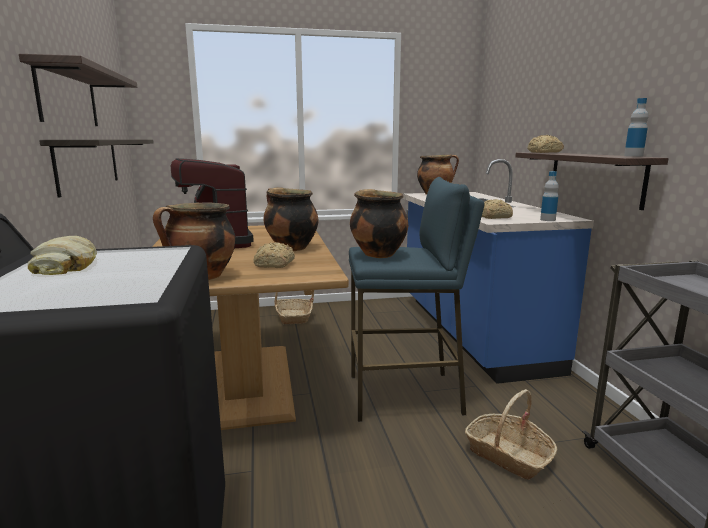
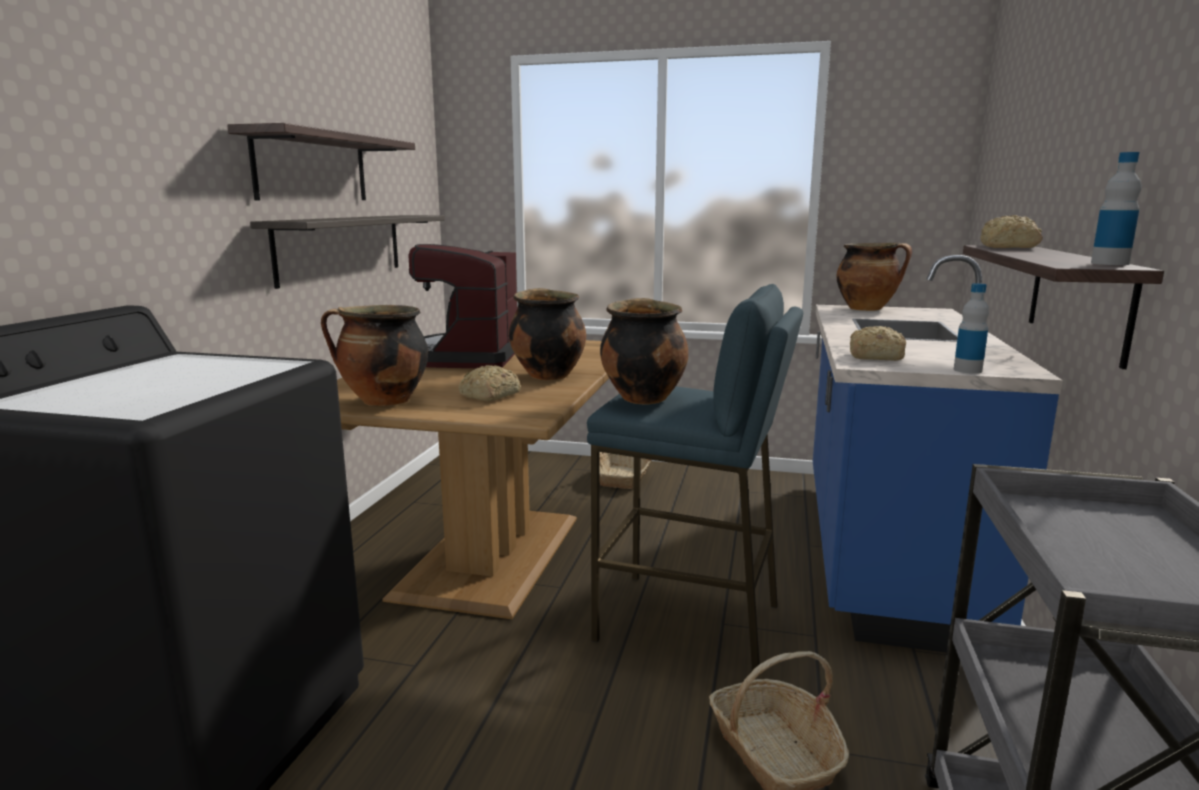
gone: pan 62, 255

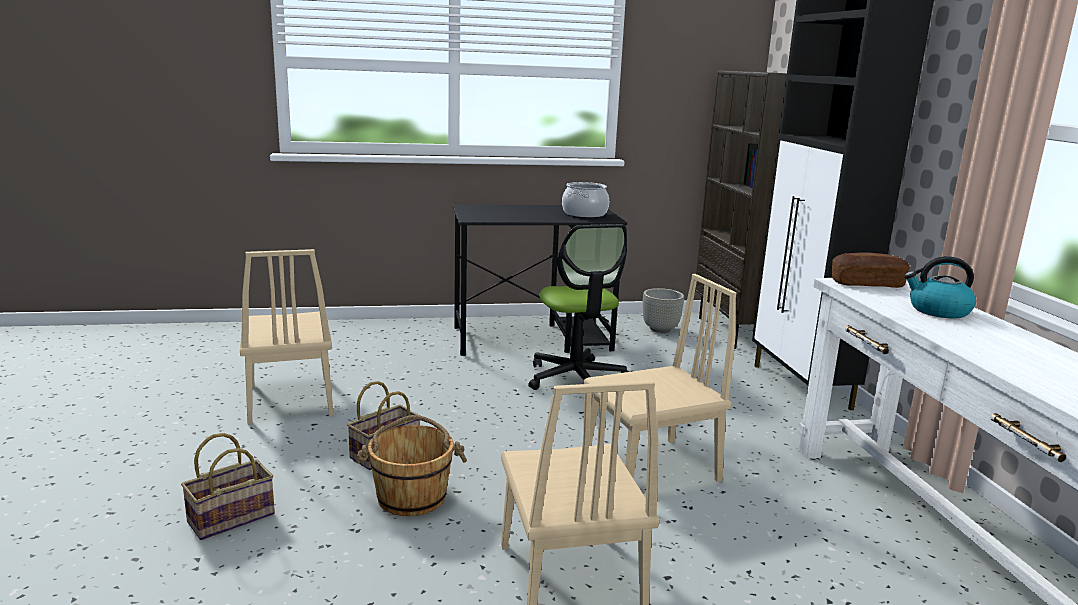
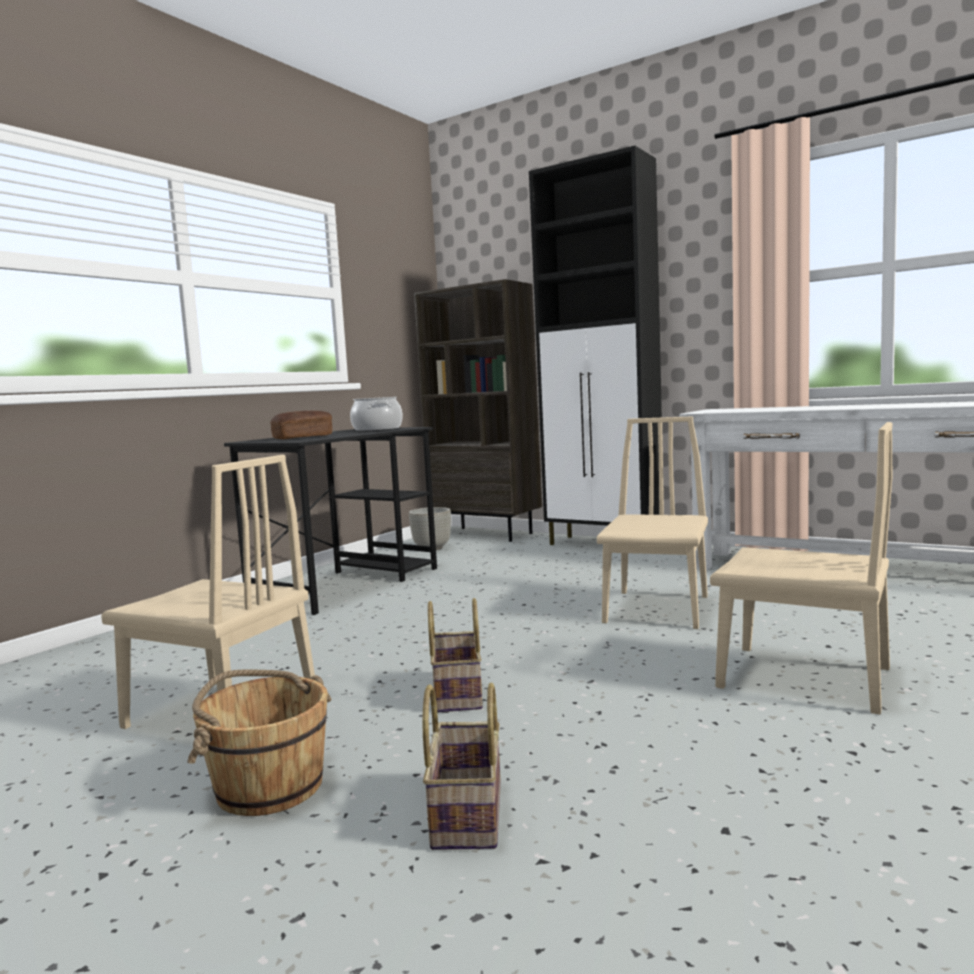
gone: silla de oficina 579, 307; hervidor 940, 287
shifted: pan 871, 270 to 301, 425; cubo [marrón] 411, 465 to 259, 743

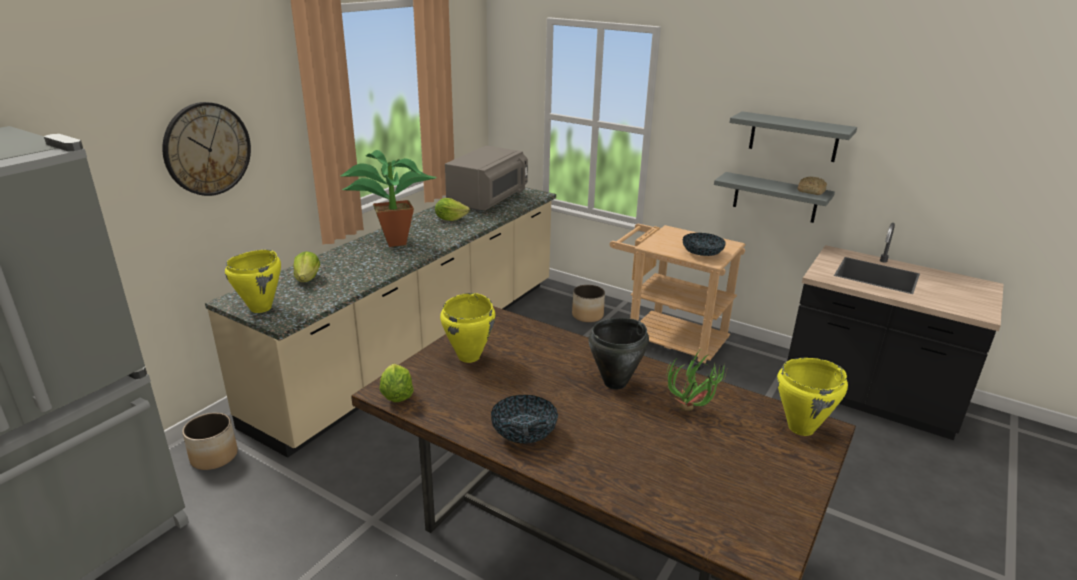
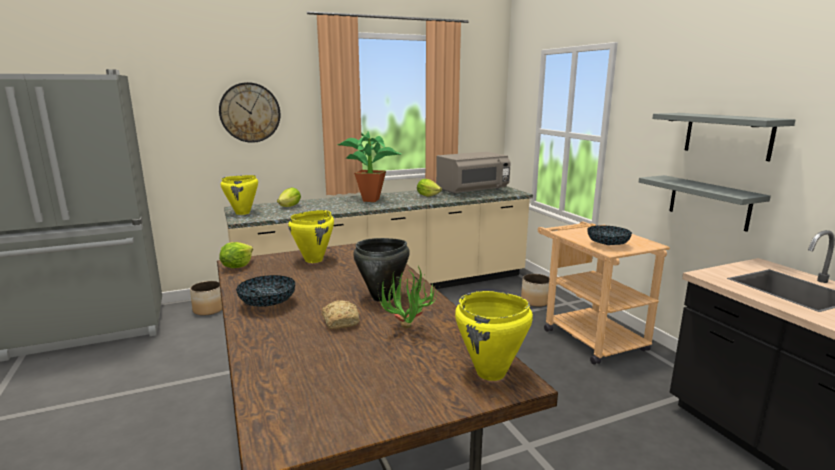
shifted: pan 812, 186 to 341, 314

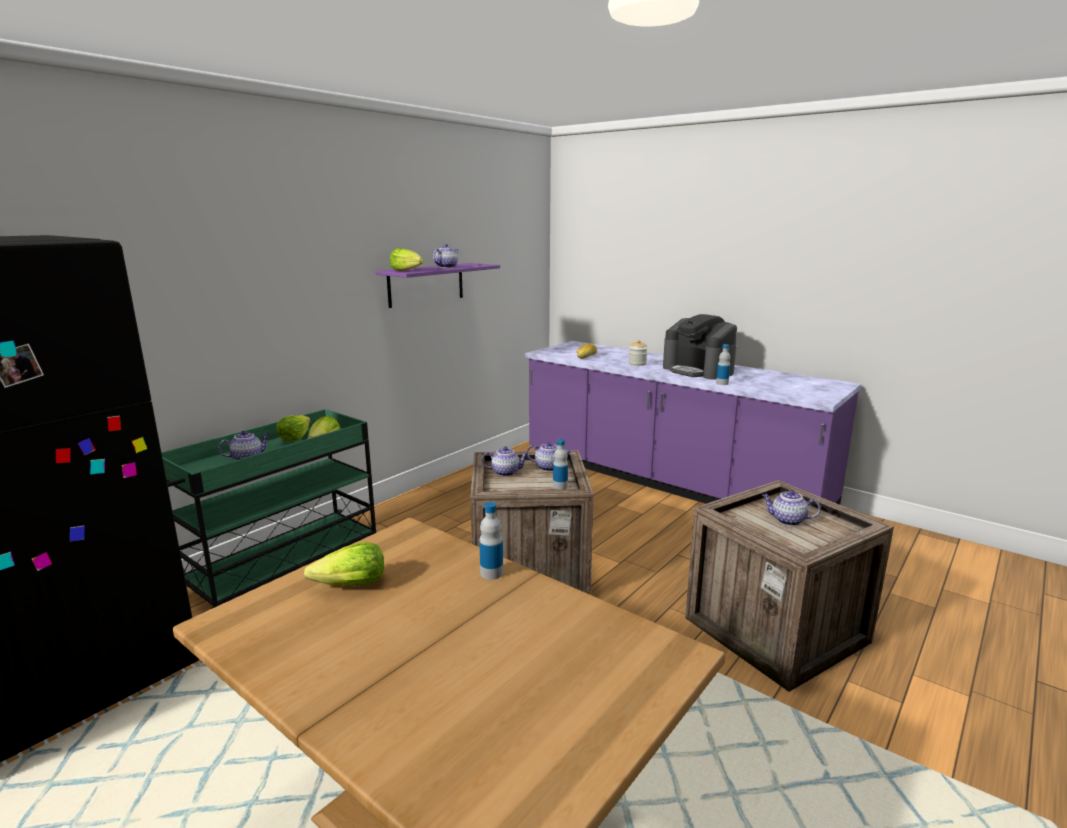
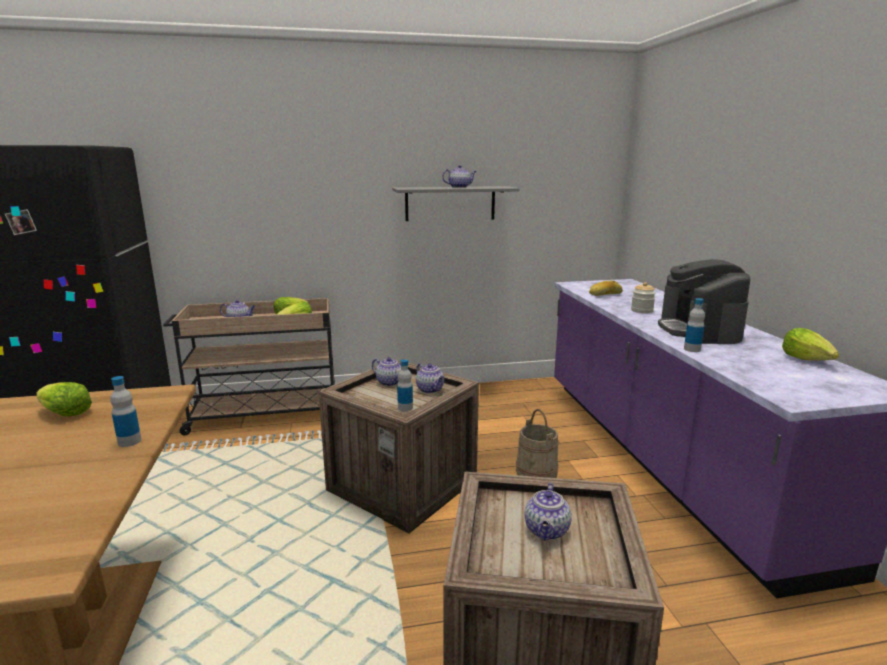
new: cubo [beis] 537, 443
shifted: lechuga 407, 259 to 810, 344
repainted: estante [morado] 437, 285 to estante [gris] 455, 203; carrito [verde] 268, 509 to carrito [beis] 249, 367
rotated: tetera 791, 508 = 548, 511 135 degrees counterclockwise

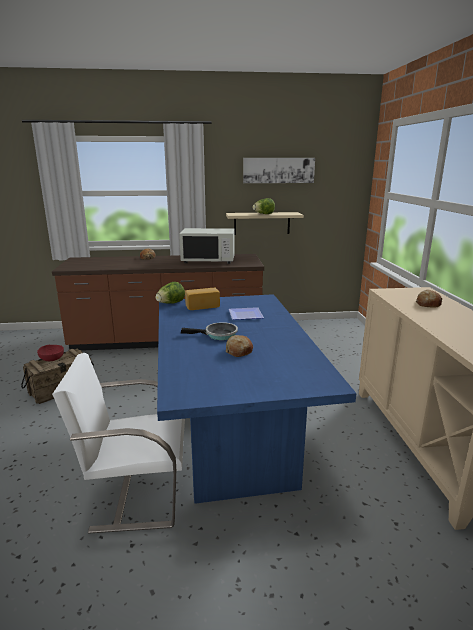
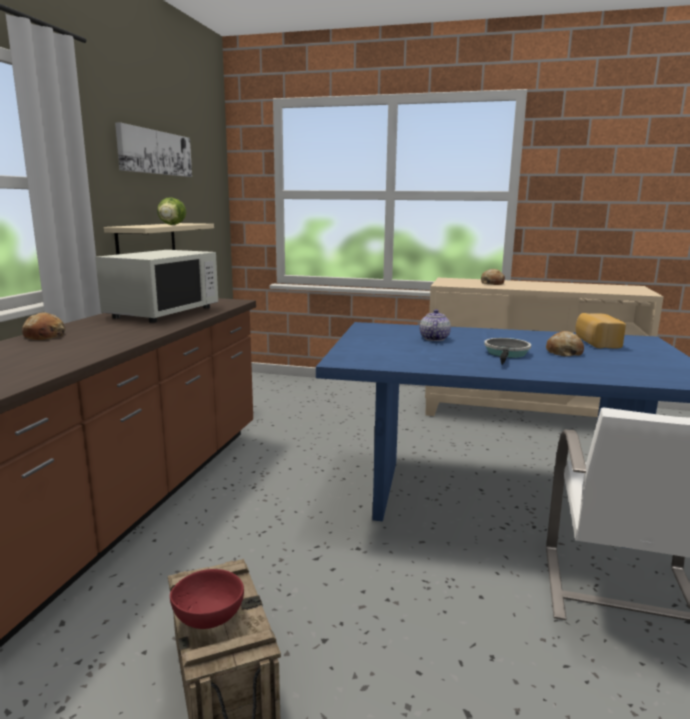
gone: lechuga 170, 293
shifted: pan 202, 299 to 601, 330
swapped: plato 246, 313 to tetera 435, 325

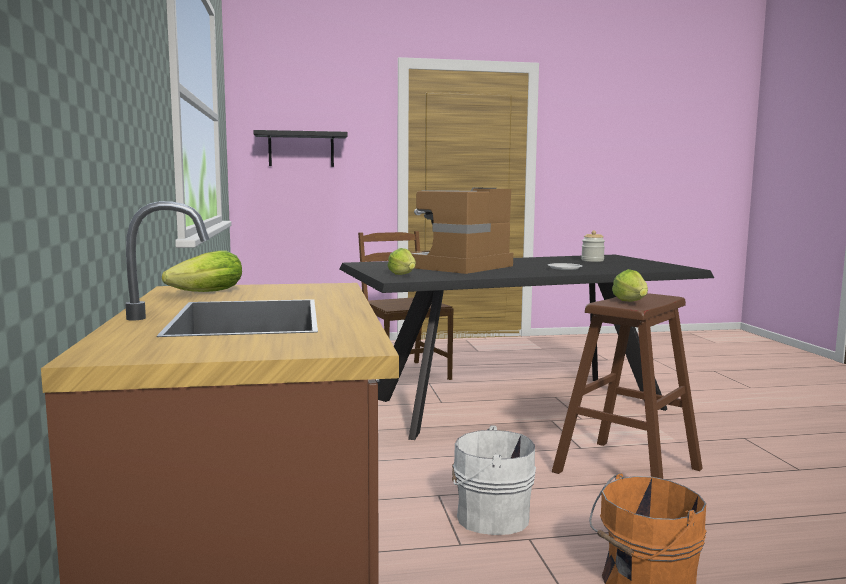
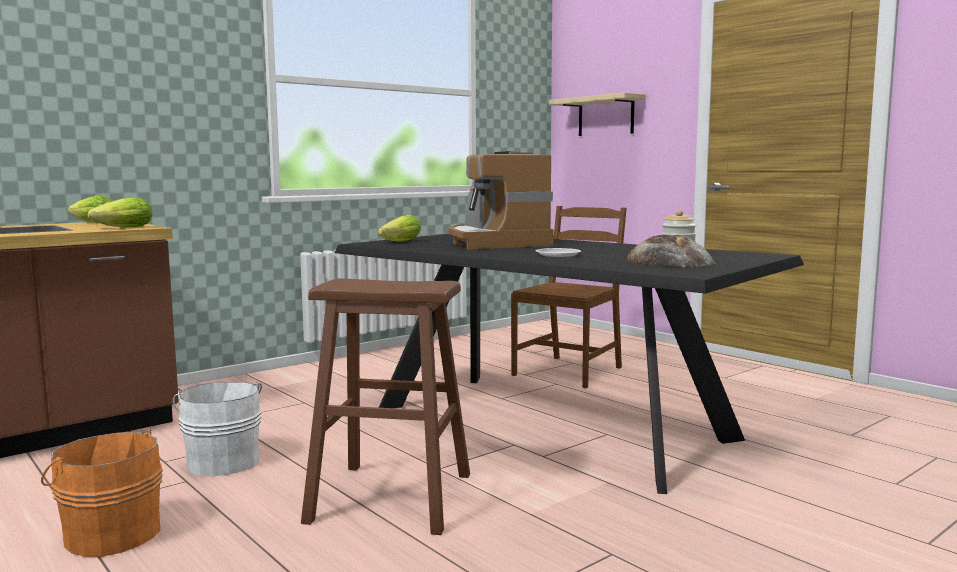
new: pan 671, 251
shifted: lechuga 630, 285 to 119, 212
repainted: estante [negro] 300, 148 to estante [beis] 597, 114
rotated: cafetera 461, 231 = 501, 200 120 degrees counterclockwise

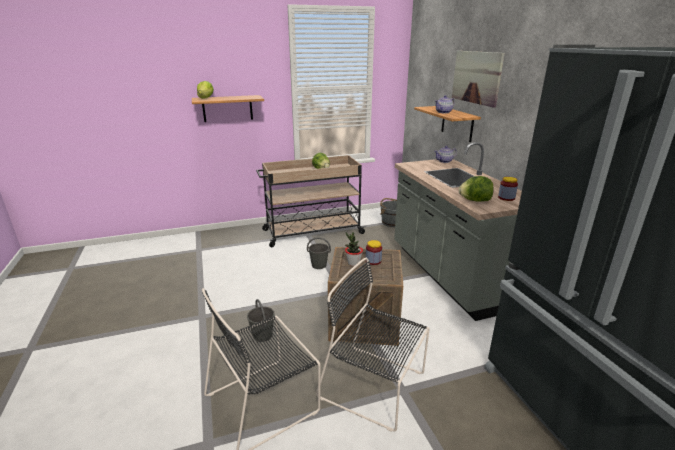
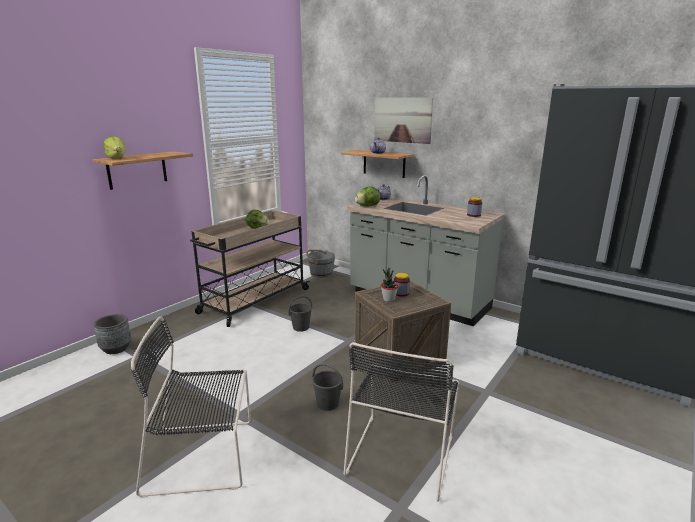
new: maceta [gris] 112, 334
shifted: lechuga 476, 189 to 367, 196; silla [negro] 373, 345 to 191, 407

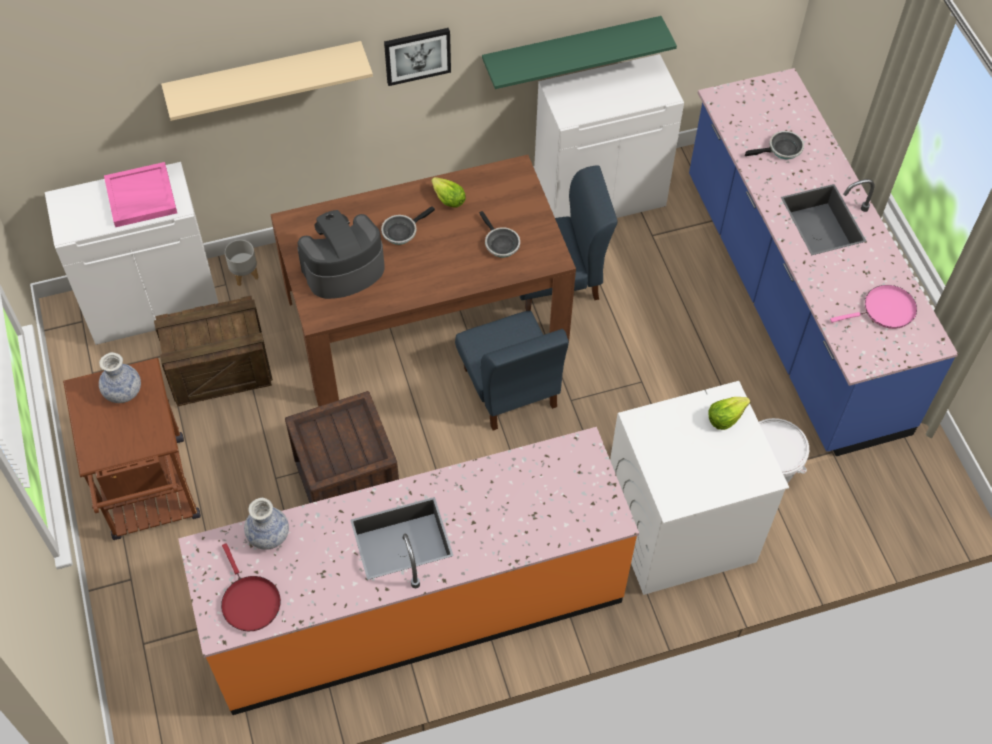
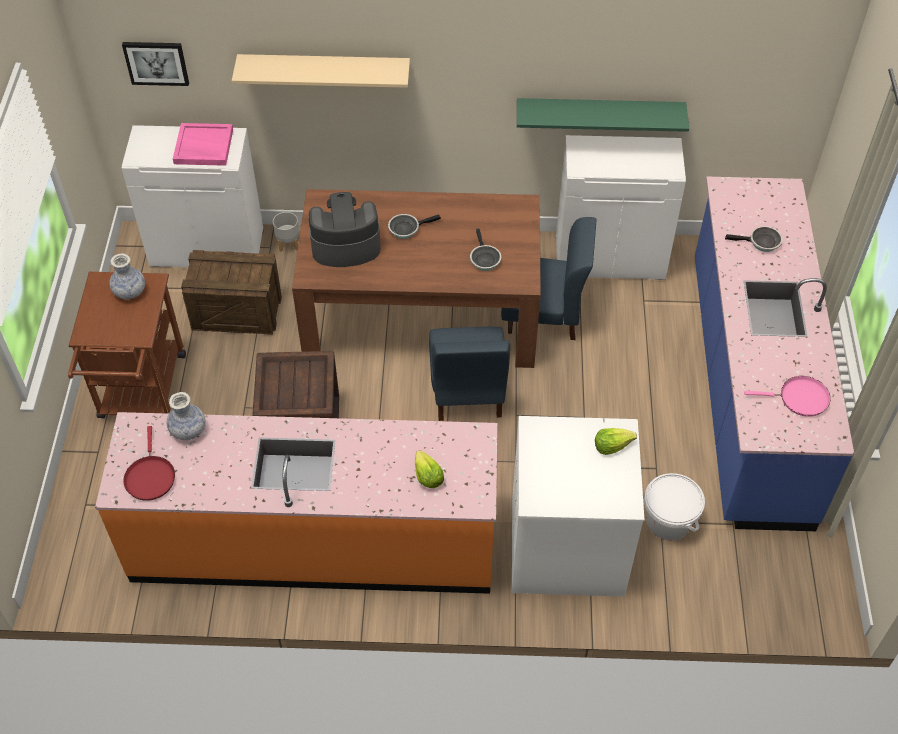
shifted: cuadro 417, 57 to 155, 64; lechuga 448, 192 to 429, 469

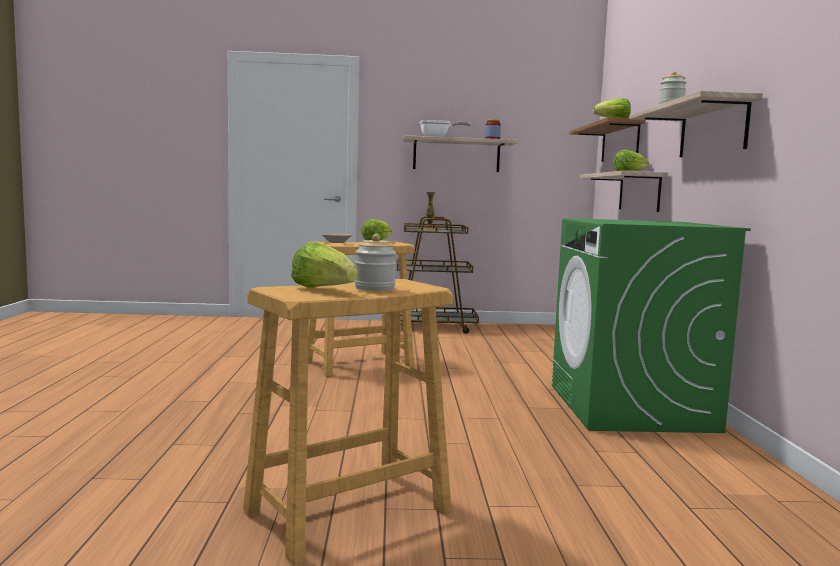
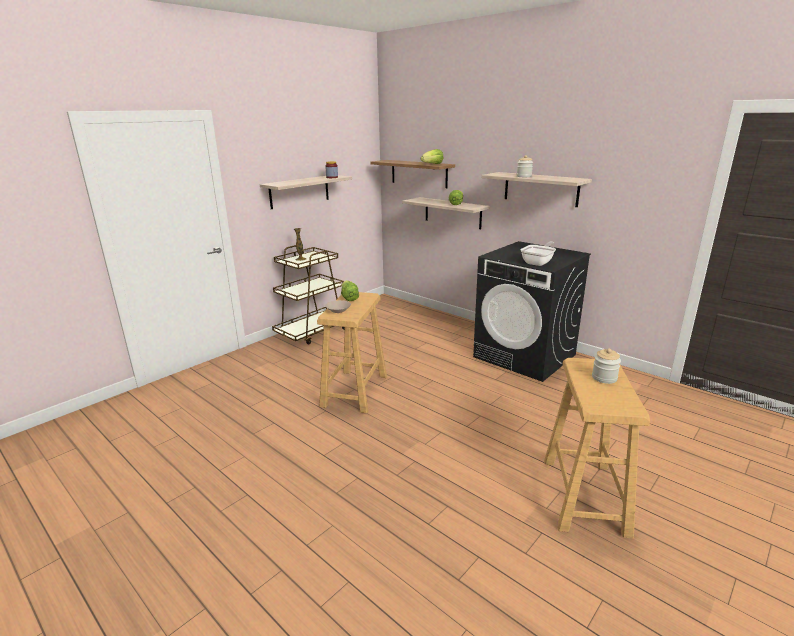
gone: lechuga 324, 265
shifted: sartén 445, 128 to 538, 254
repainted: lavadora [verde] 651, 325 to lavadora [negro] 532, 311

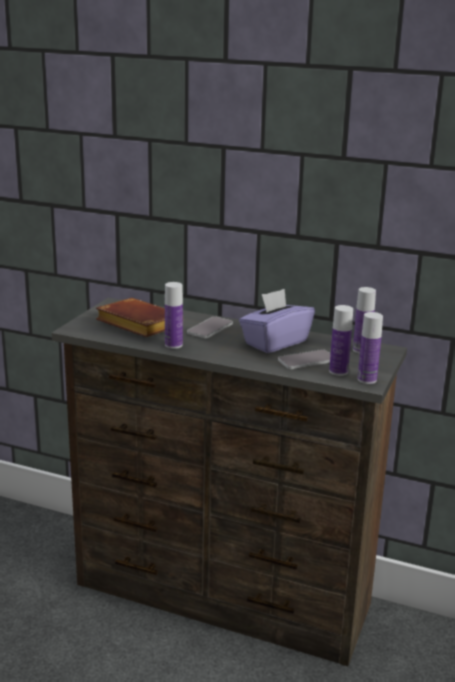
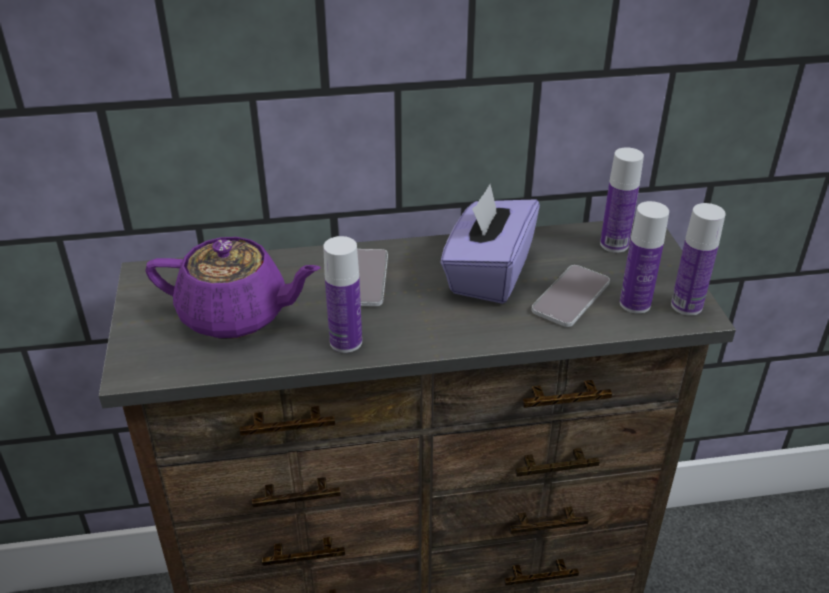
swapped: libro [marrón] 130, 317 to tetera [morado] 232, 288

